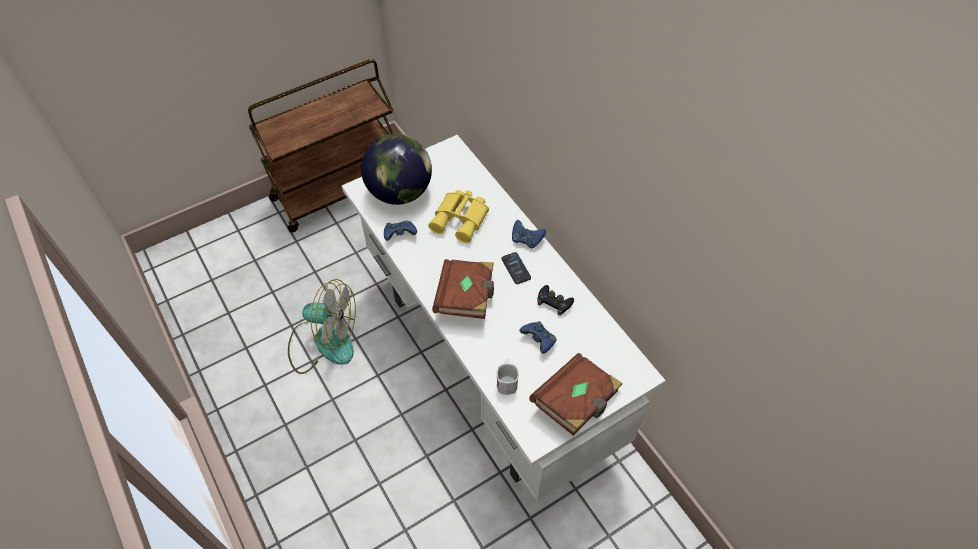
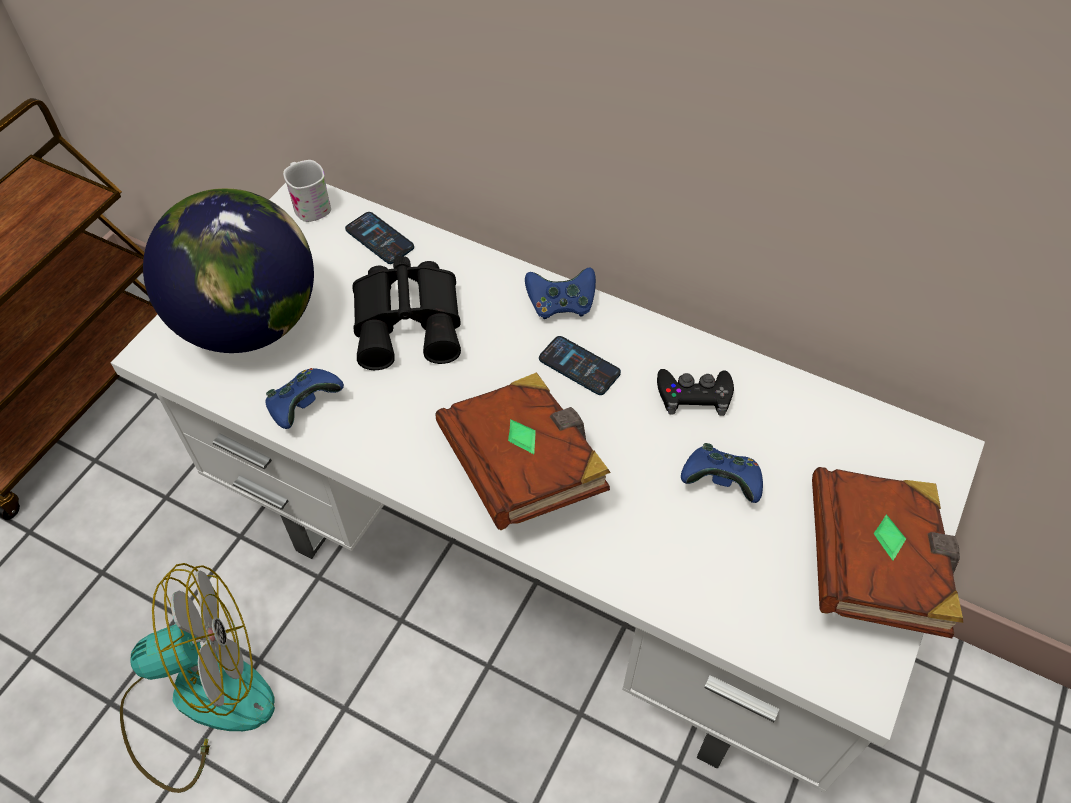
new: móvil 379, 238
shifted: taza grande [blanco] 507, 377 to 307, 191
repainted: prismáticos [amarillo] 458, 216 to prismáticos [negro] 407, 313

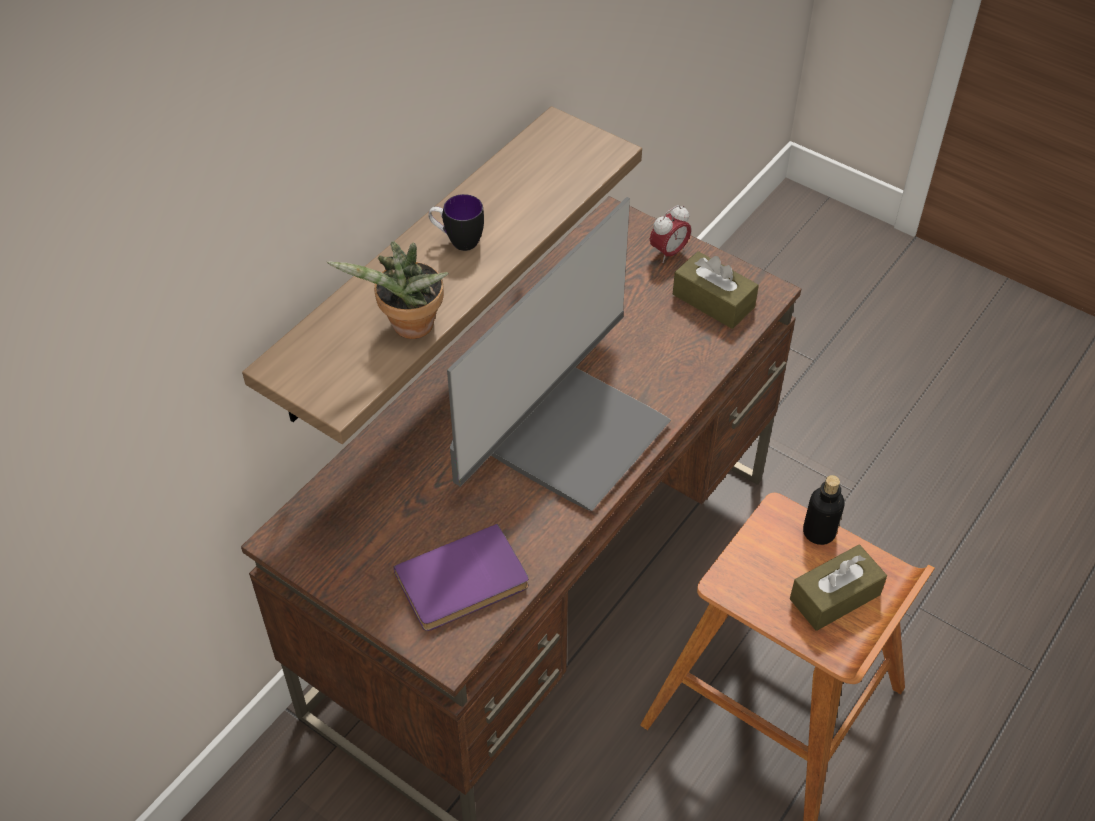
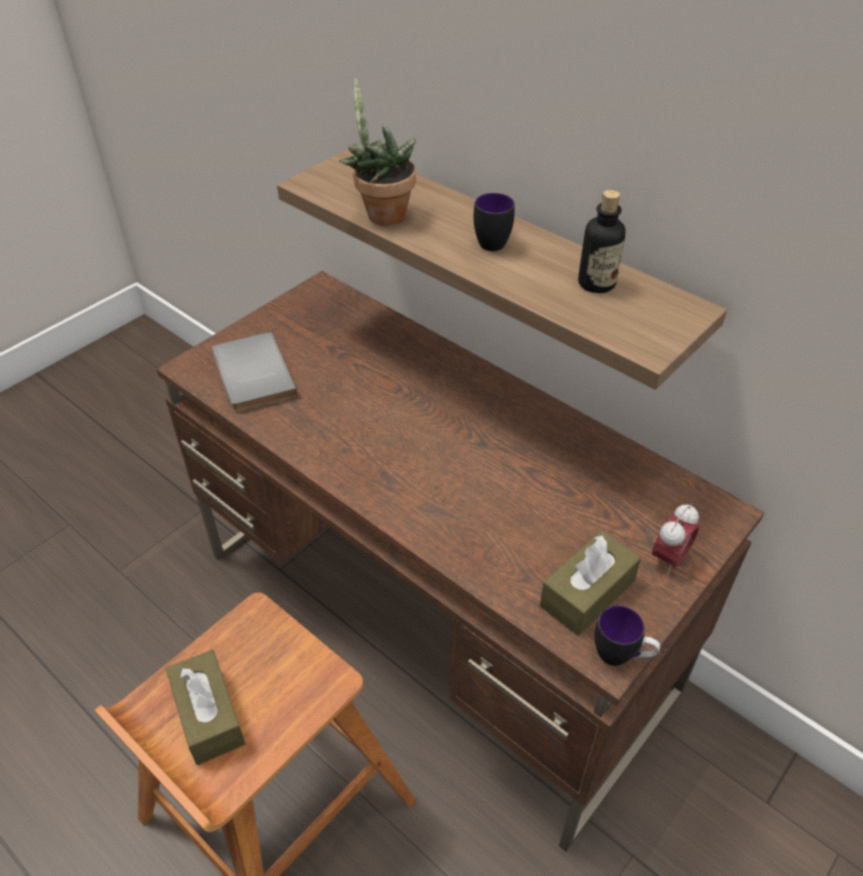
gone: monitor 559, 354
new: taza grande 627, 635
shifted: botella 824, 510 to 602, 241
repainted: libro [morado] 461, 577 to libro [gris] 254, 372
rotated: despertador 670, 234 = 675, 539 105 degrees counterclockwise

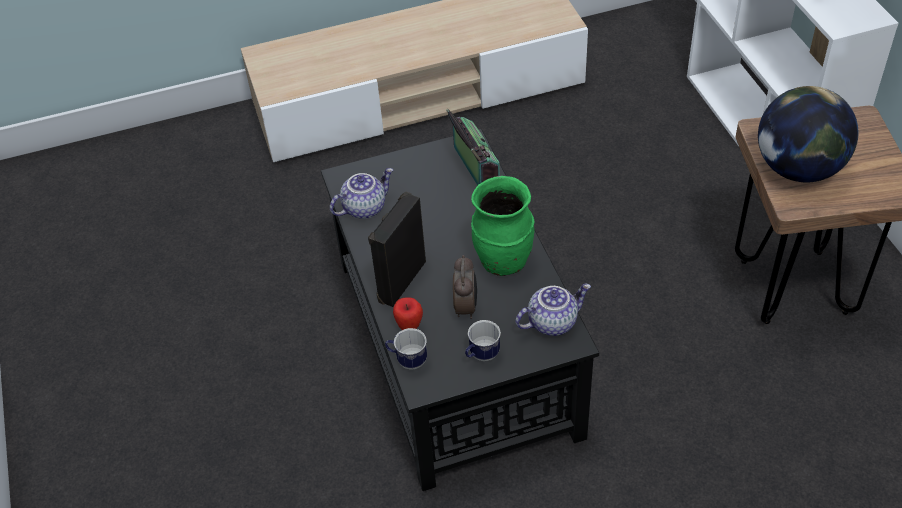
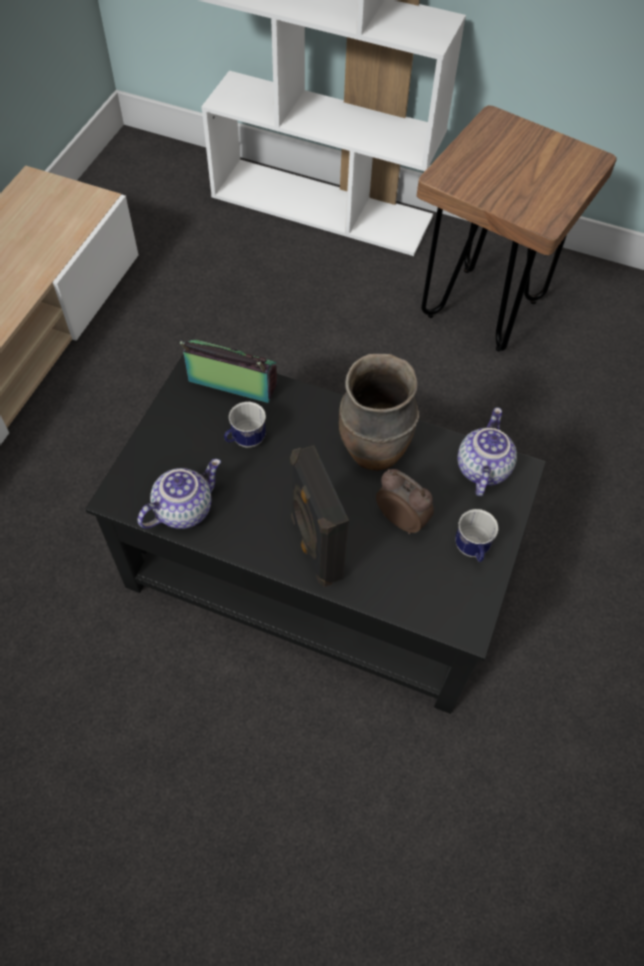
gone: globo terráqueo 808, 134; manzana 408, 313
shifted: taza grande 406, 348 to 245, 425
repainted: florero [verde] 503, 226 to florero [marrón] 379, 412
rotated: tetera 361, 193 = 179, 494 45 degrees clockwise

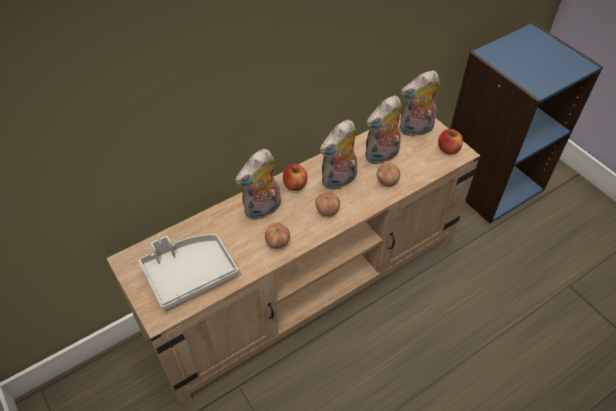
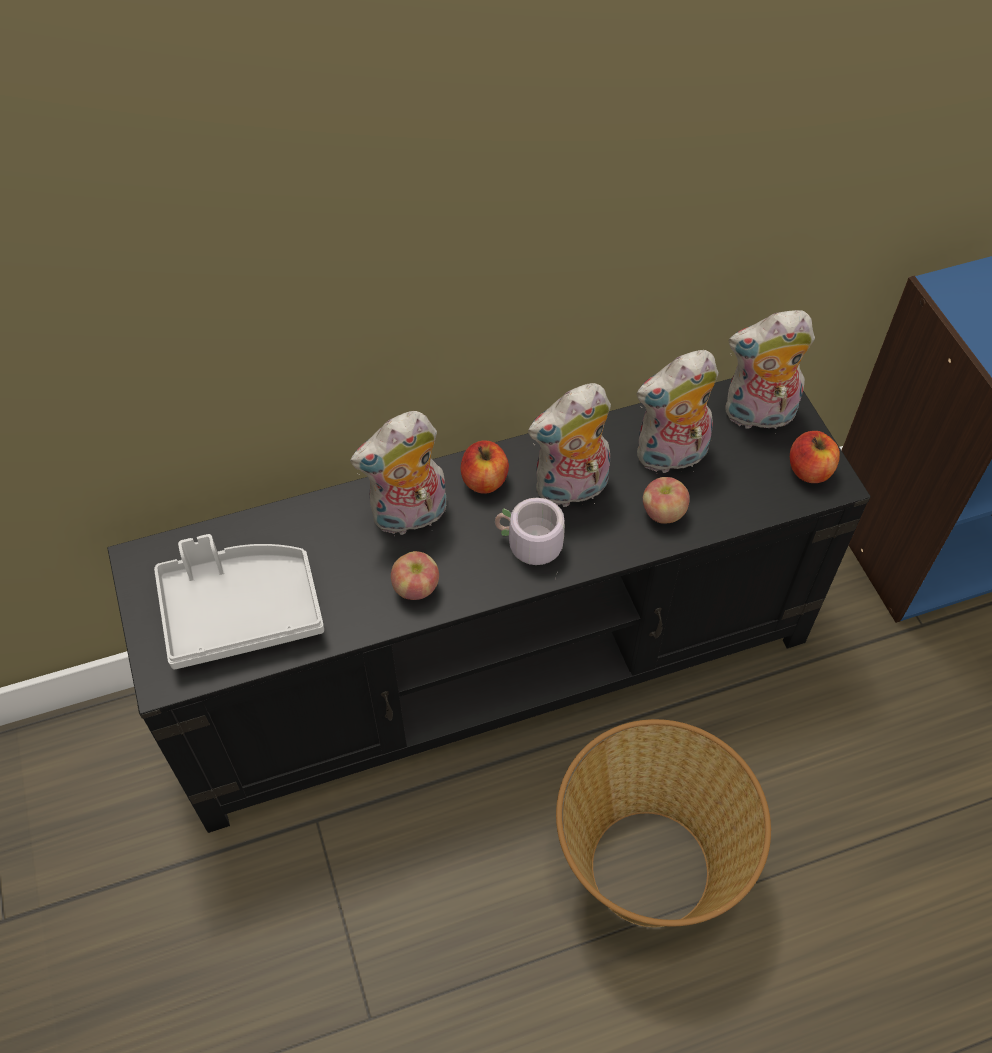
new: cesta 663, 823
swapped: manzana 327, 204 to taza grande [gris] 530, 536
repainted: mueble de televisión [beis] 293, 260 to mueble de televisión [negro] 489, 605

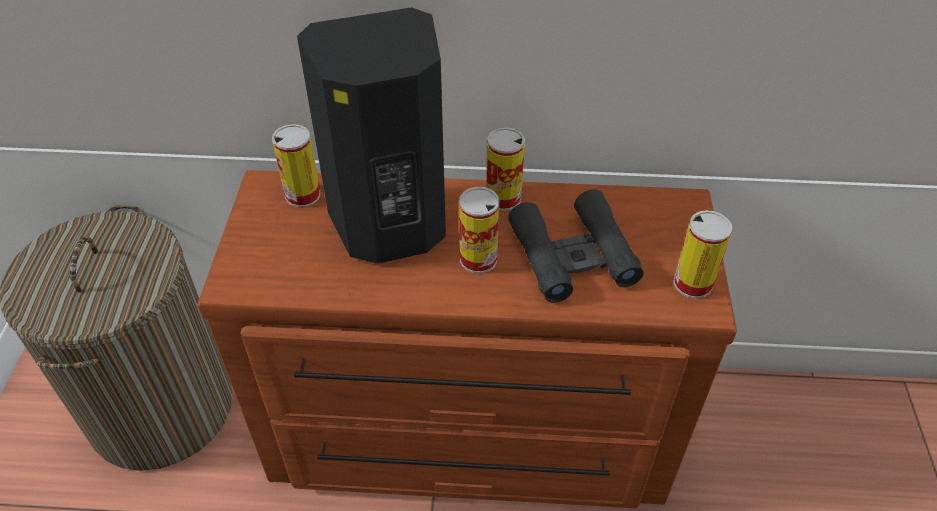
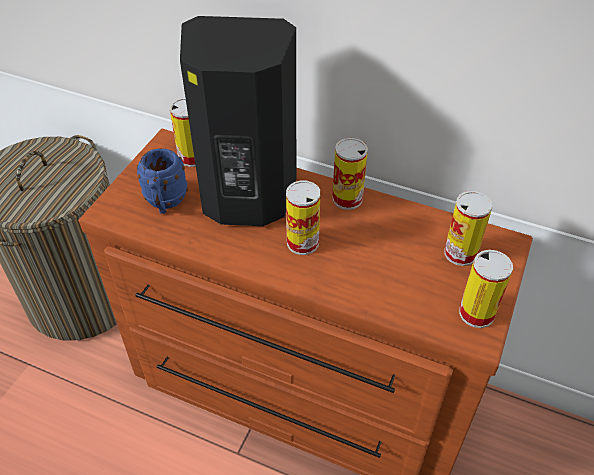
gone: prismáticos [negro] 575, 246
new: taza grande [azul] 162, 181; lata 468, 228

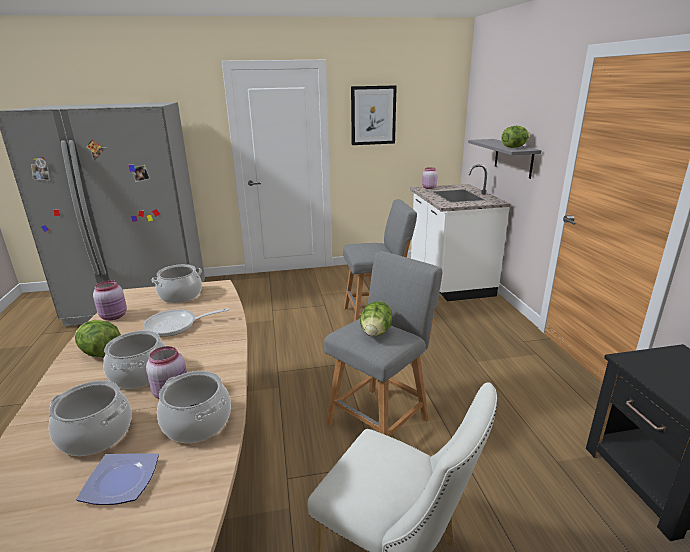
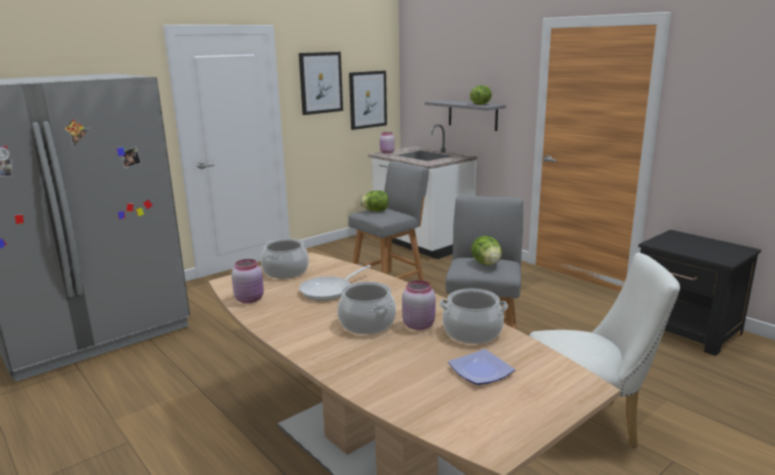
gone: olla 90, 418
new: cuadro 368, 100
shifted: lechuga 98, 338 to 374, 201

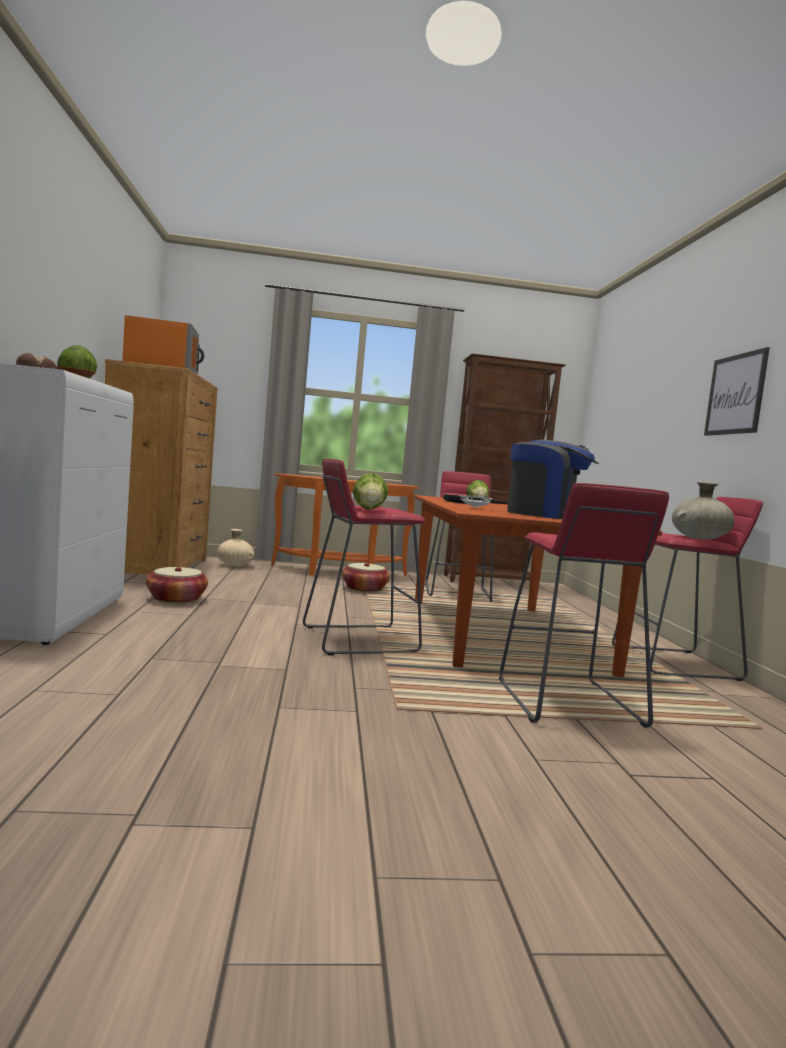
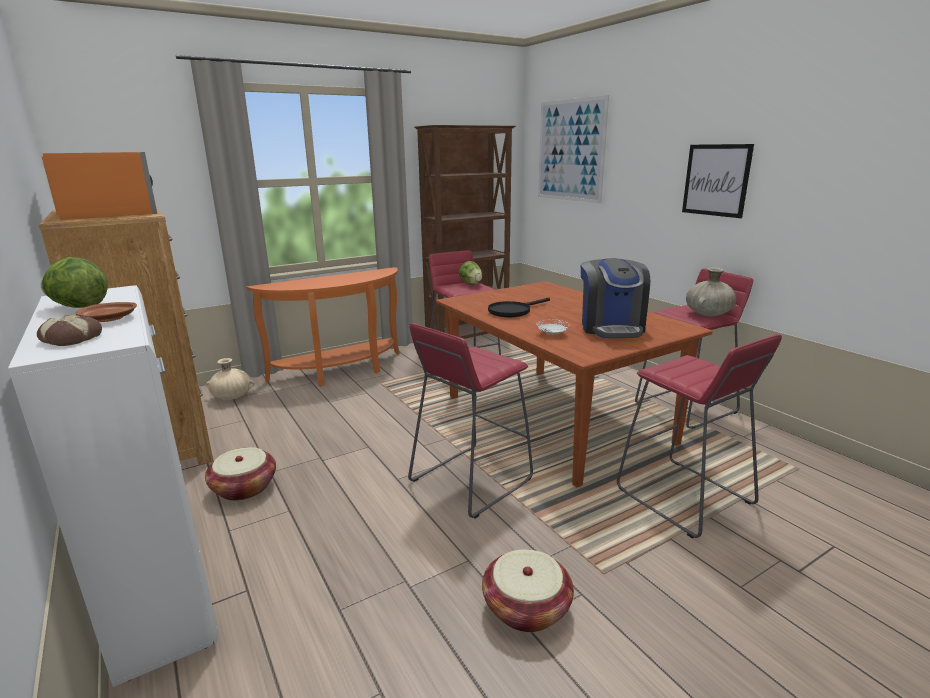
gone: lechuga 370, 491
new: cuadro 573, 149
shifted: cesta 366, 577 to 528, 590
rotated: cafetera 553, 479 = 615, 298 90 degrees clockwise

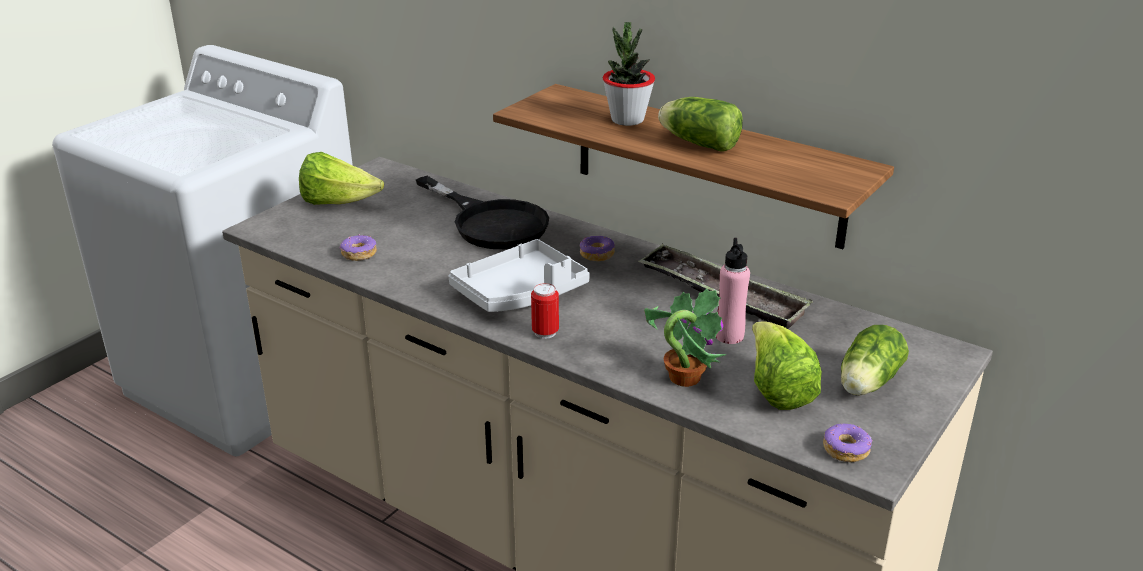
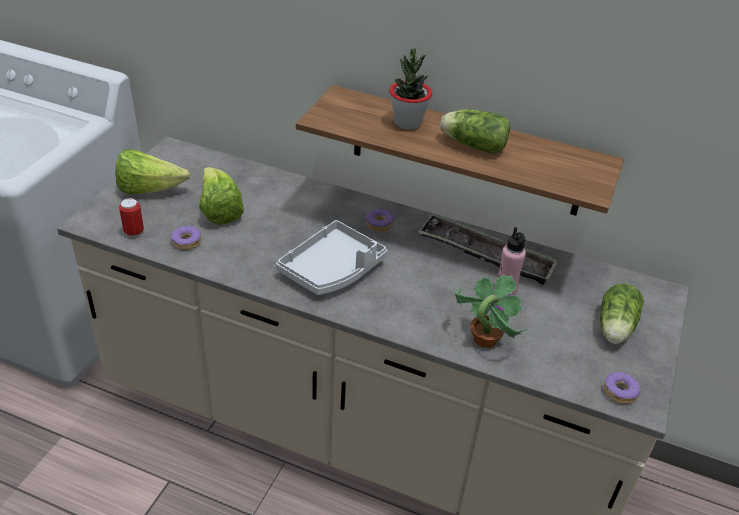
gone: sartén [negro] 482, 212
shifted: lata 545, 311 to 131, 218; lechuga 787, 365 to 221, 196

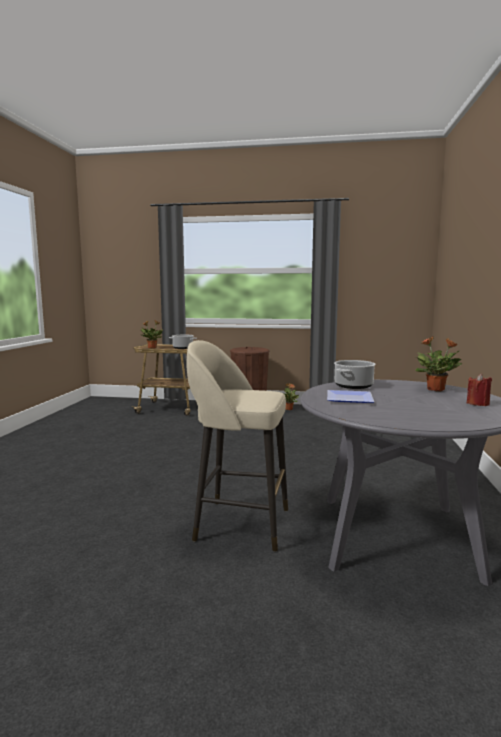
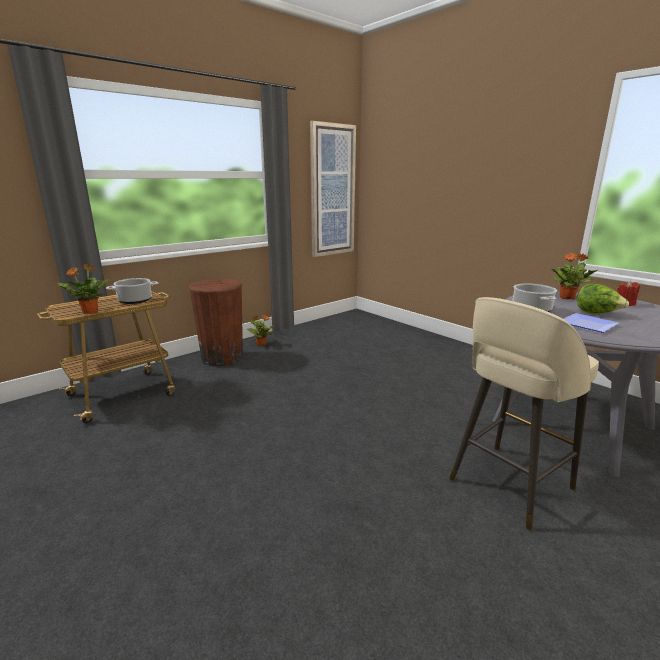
new: cuadro 333, 189; lechuga 603, 298

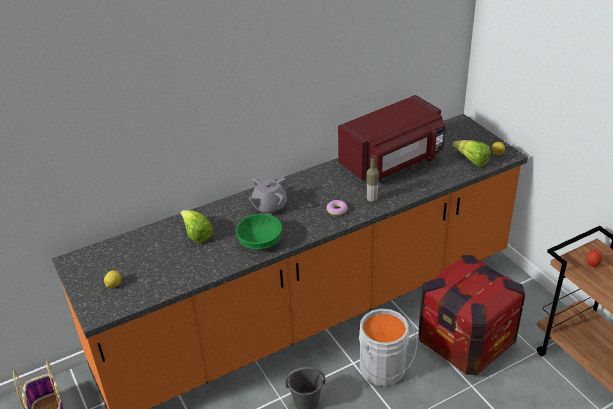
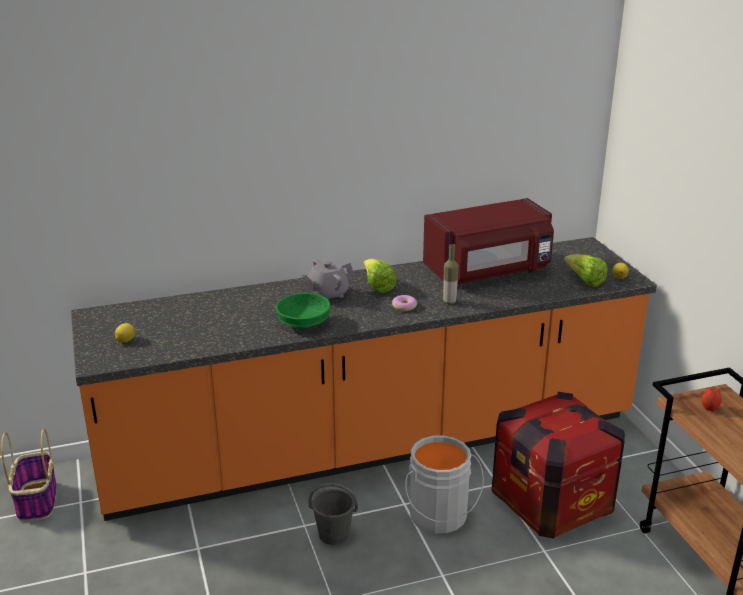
shifted: lechuga 197, 226 to 379, 276

